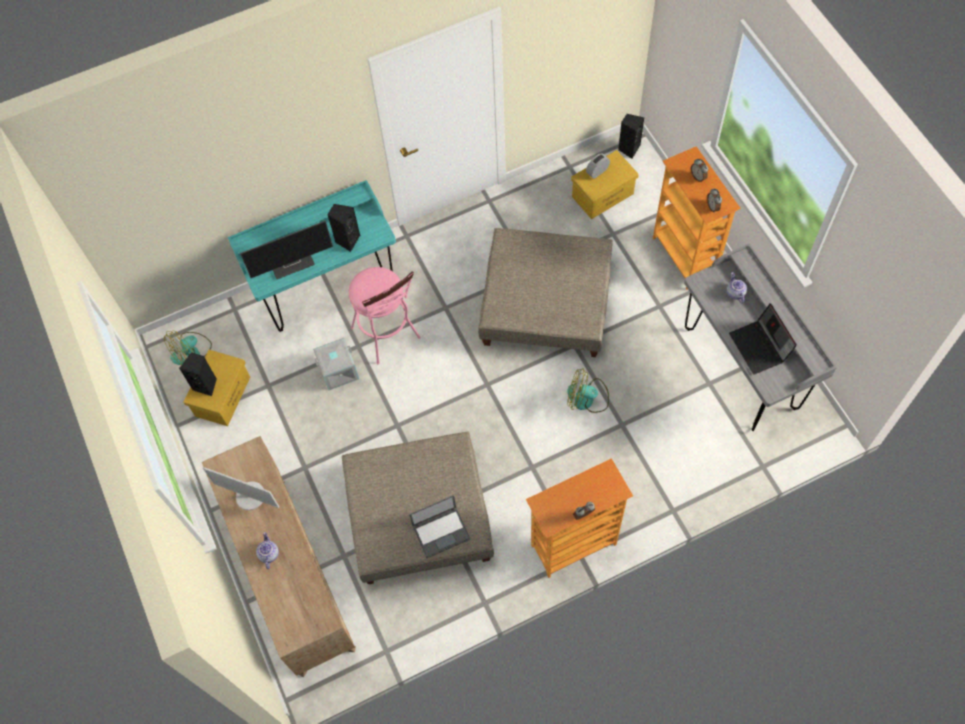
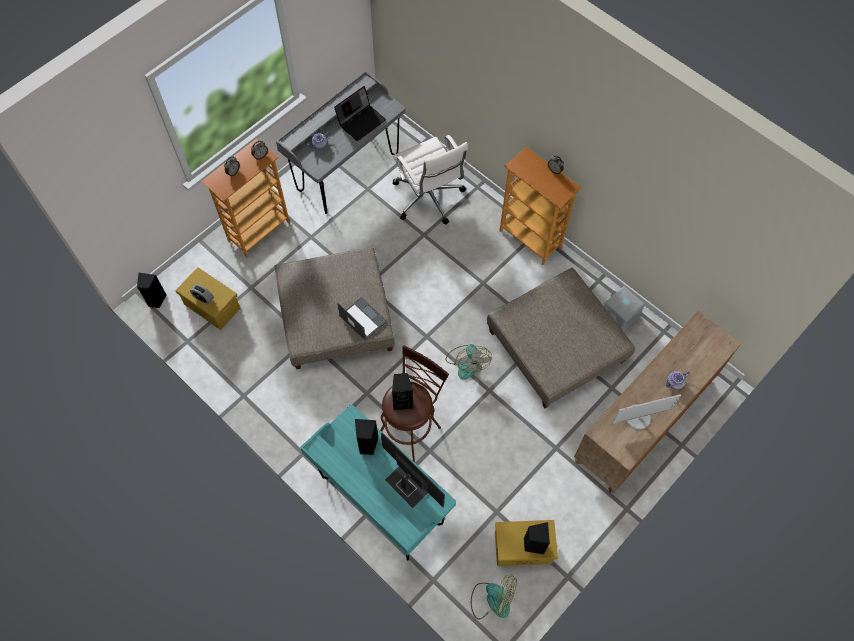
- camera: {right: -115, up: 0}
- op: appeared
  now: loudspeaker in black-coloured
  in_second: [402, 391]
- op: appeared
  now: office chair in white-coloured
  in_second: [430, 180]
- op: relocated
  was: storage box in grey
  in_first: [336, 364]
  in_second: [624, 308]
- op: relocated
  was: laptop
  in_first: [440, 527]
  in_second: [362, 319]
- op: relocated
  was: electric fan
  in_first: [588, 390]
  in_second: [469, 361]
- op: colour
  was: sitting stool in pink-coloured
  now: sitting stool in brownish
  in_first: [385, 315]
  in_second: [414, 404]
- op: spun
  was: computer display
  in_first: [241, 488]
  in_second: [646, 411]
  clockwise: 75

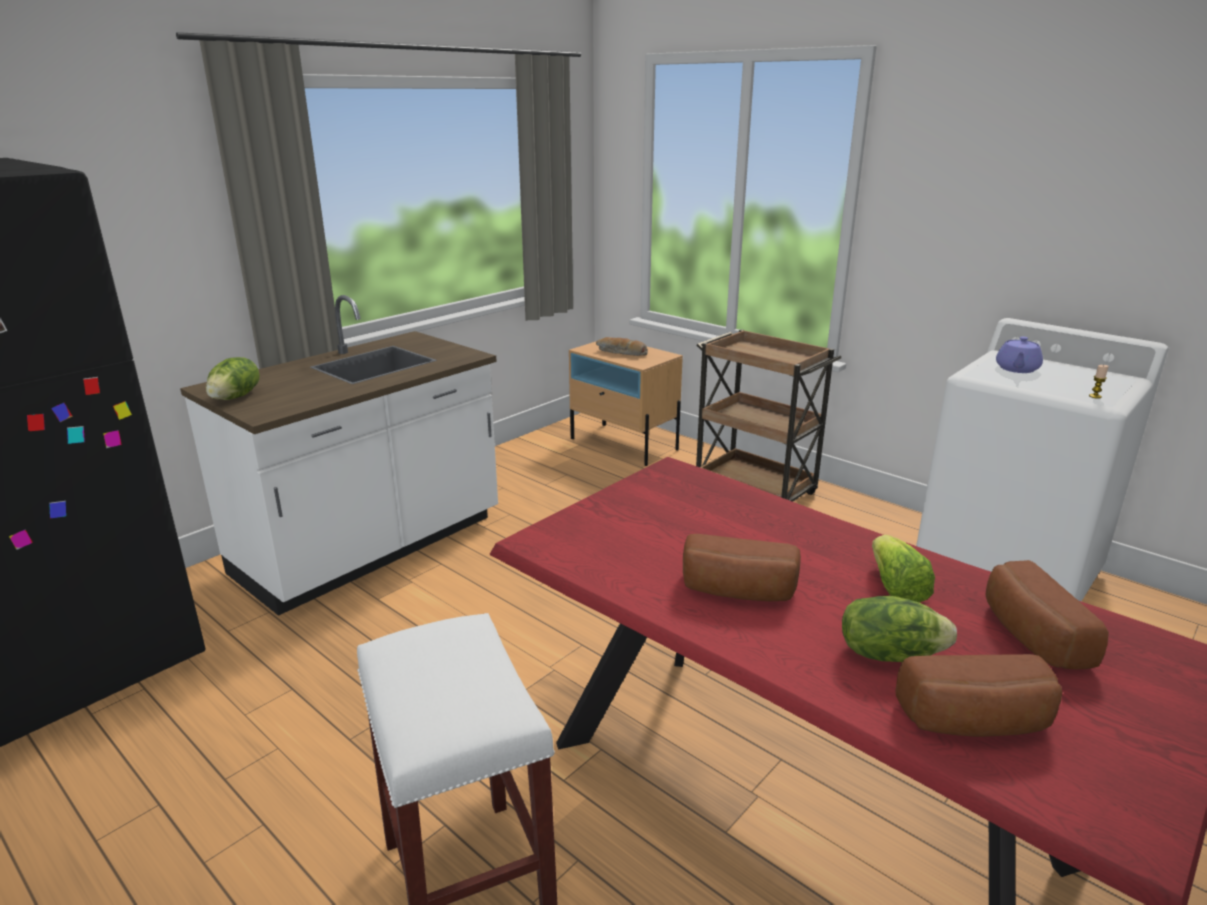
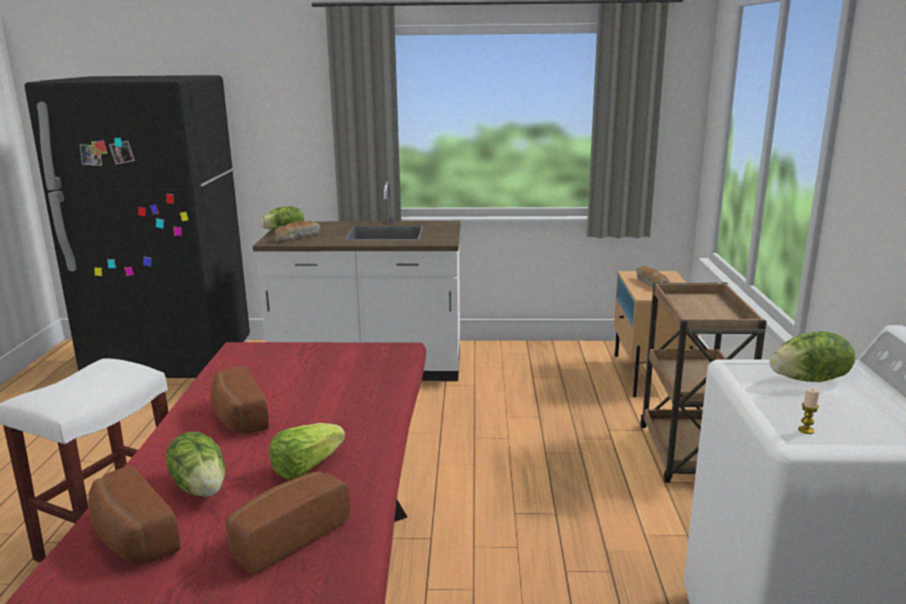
- camera: {right: 50, up: -5}
- op: appeared
  now: bread
  in_second: [297, 232]
- op: exchanged
  was: pot for tea in purple
  now: lettuce head
  in_first: [1019, 355]
  in_second: [812, 356]

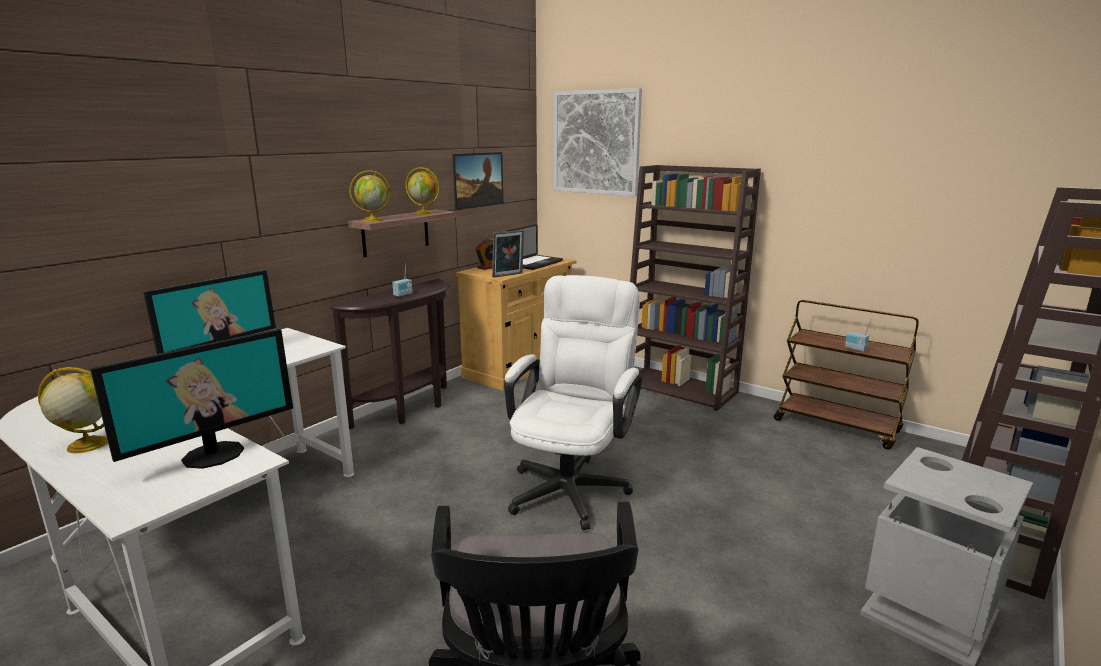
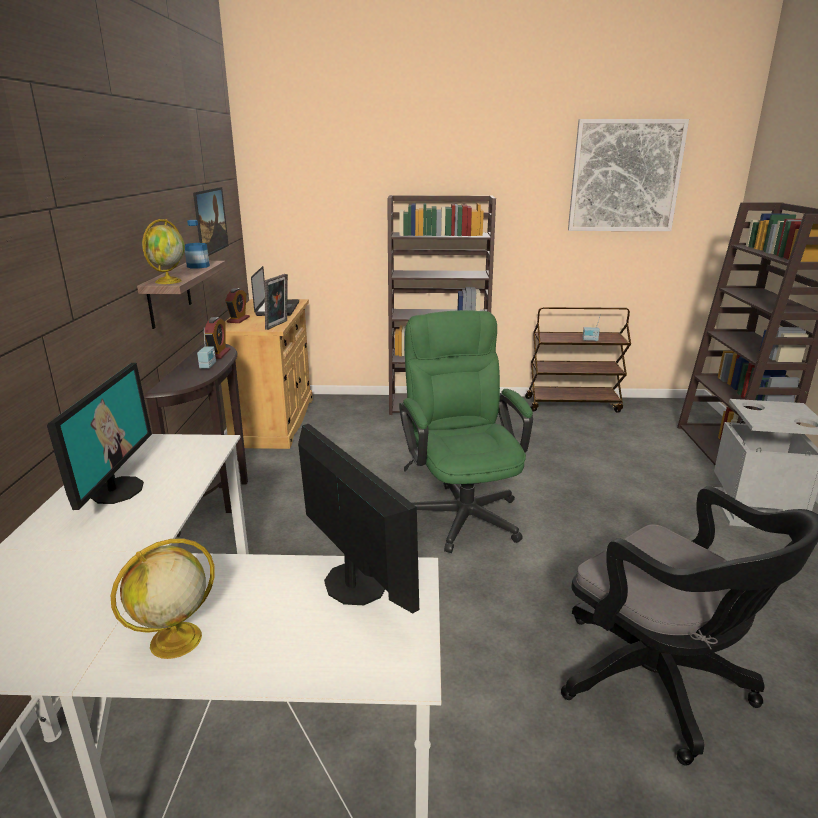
- camera: {right: -35, up: 5}
- op: appeared
  now: table clock
  in_second: [217, 338]
- op: relocated
  was: picture
  in_first: [598, 142]
  in_second: [628, 175]
- op: exchanged
  was: desk globe
  now: bottle
  in_first: [422, 191]
  in_second: [197, 244]
- op: colour
  was: office chair in white-coloured
  now: office chair in greenish
  in_first: [573, 402]
  in_second: [466, 431]
- op: spun
  was: computer display
  in_first: [191, 399]
  in_second: [358, 518]
  clockwise: -45

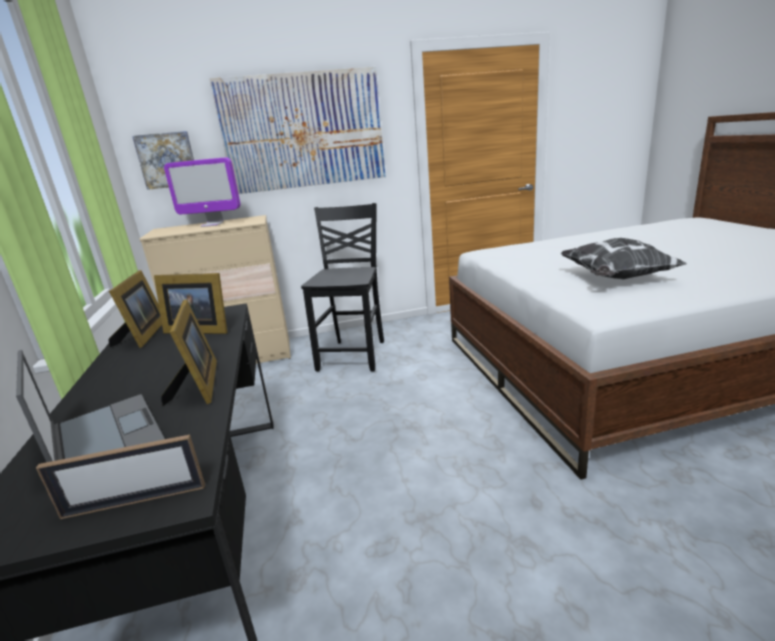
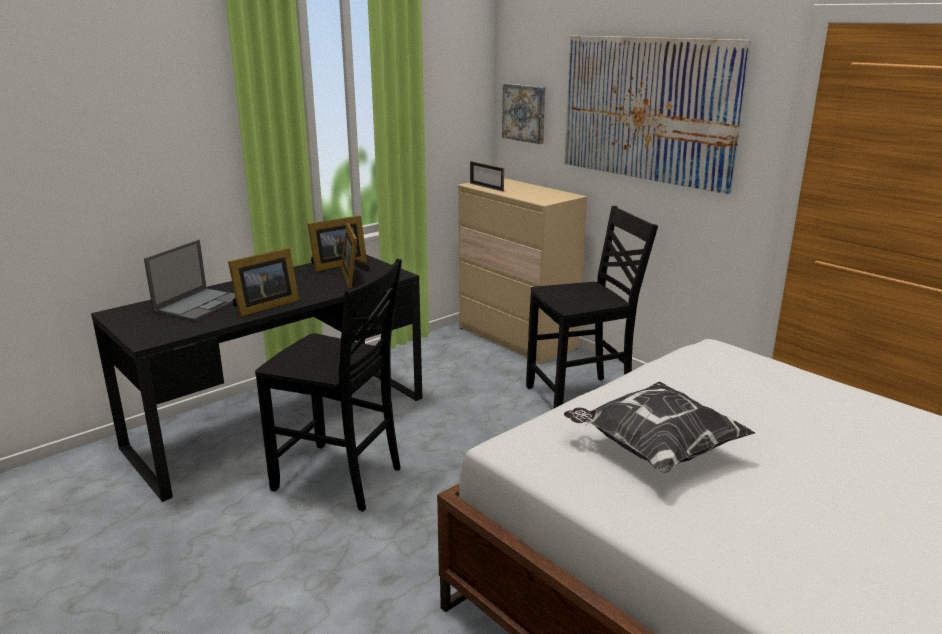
- camera: {right: 60, up: 0}
- op: missing
  was: computer display
  in_first: [202, 192]
- op: appeared
  now: chair in black-coloured
  in_second: [328, 385]
- op: relocated
  was: photo frame
  in_first: [120, 477]
  in_second: [487, 176]

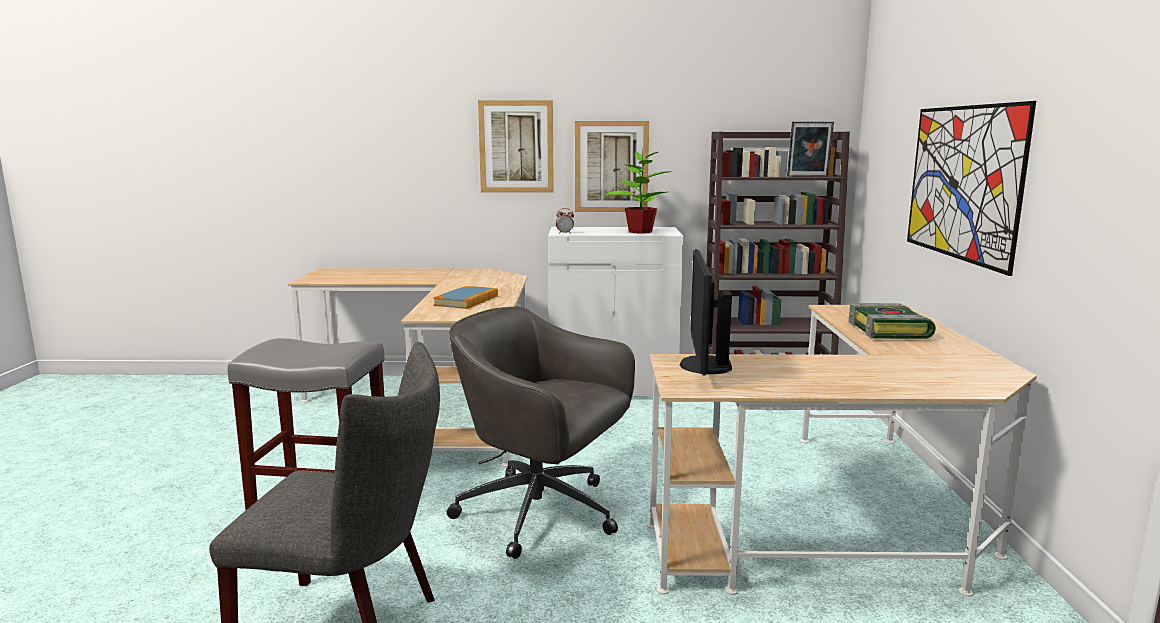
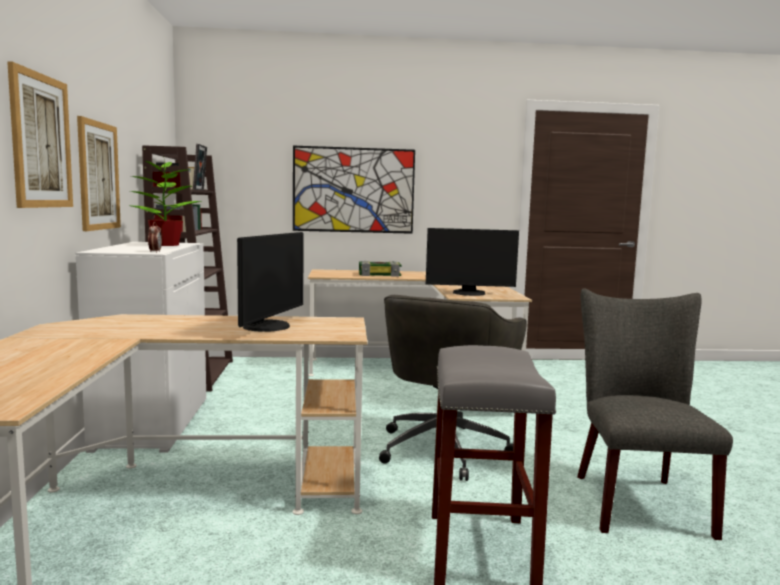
- camera: {right: -95, up: -5}
- op: exchanged
  was: bound book
  now: computer display
  in_first: [465, 297]
  in_second: [270, 282]

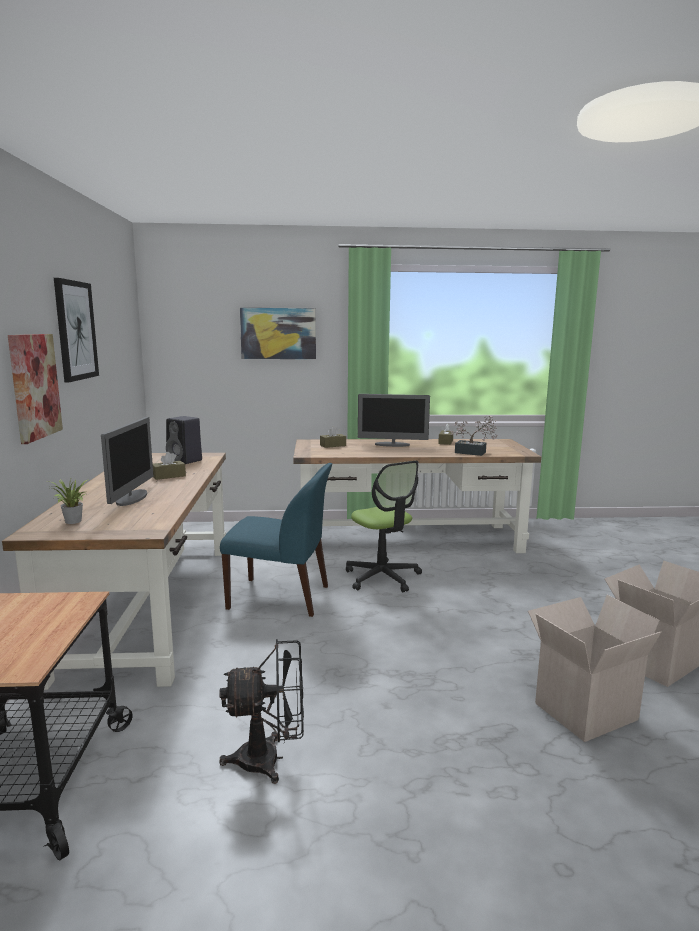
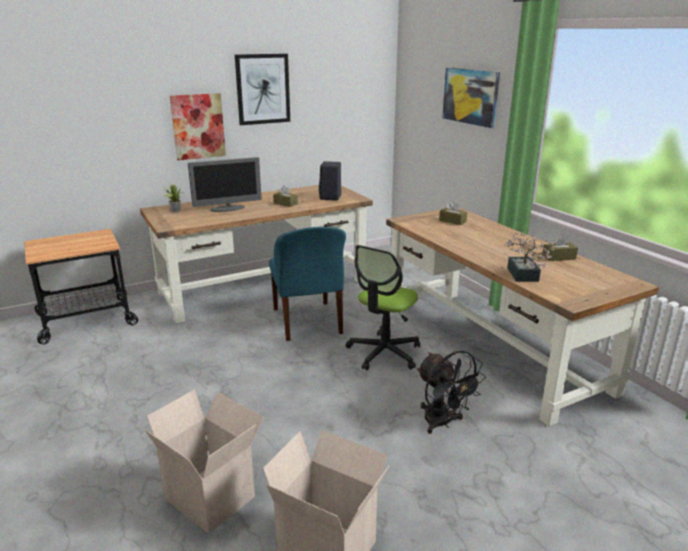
- camera: {right: 65, up: 10}
- op: missing
  was: computer display
  in_first: [394, 420]
- op: relocated
  was: electric fan in black-coloured
  in_first: [261, 711]
  in_second: [451, 392]

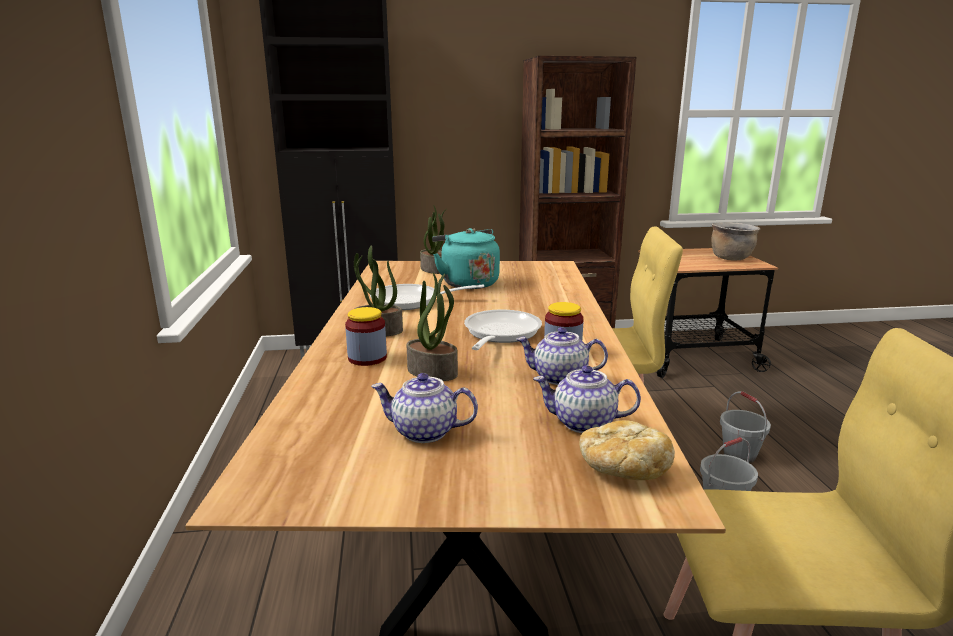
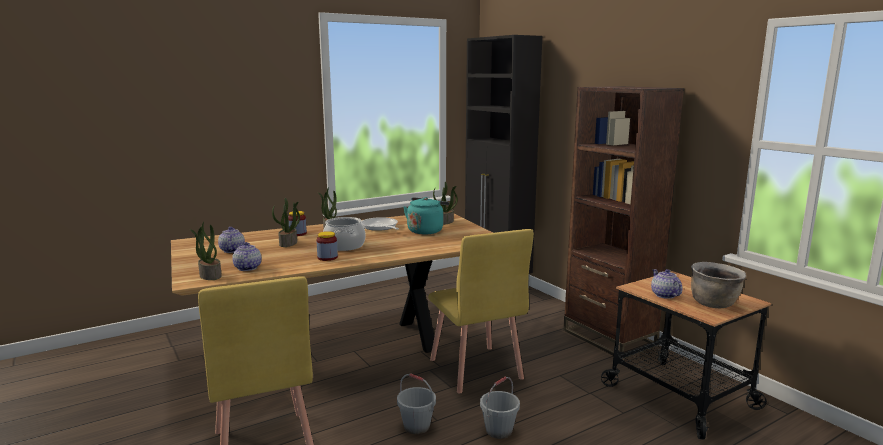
- camera: {right: 65, up: -5}
- op: relocated
  was: pot for tea
  in_first: [562, 356]
  in_second: [666, 284]
- op: exchanged
  was: pan
  now: cooking pot
  in_first: [503, 330]
  in_second: [344, 234]
- op: exchanged
  was: bread
  now: potted plant
  in_first: [627, 450]
  in_second: [206, 251]

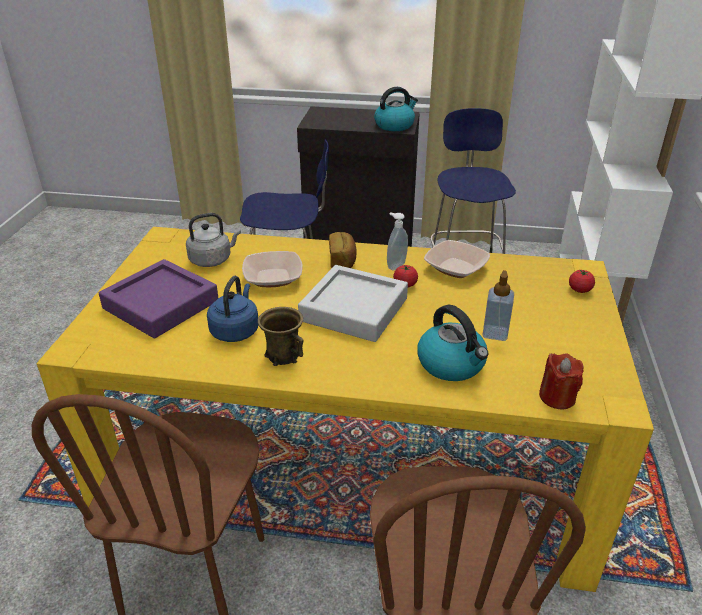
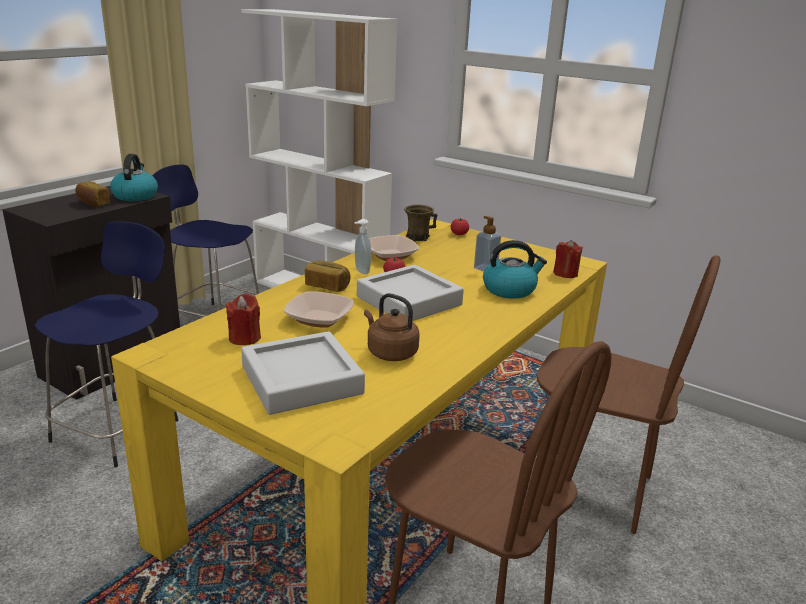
- camera: {right: -65, up: -10}
- op: appeared
  now: bread
  in_second: [92, 194]
- op: relocated
  was: tea mug in brownish
  in_first: [280, 336]
  in_second: [421, 223]
- op: exchanged
  was: water kettle in grey
  now: wax candle in red
  in_first: [213, 240]
  in_second: [243, 319]
- op: colour
  was: tray in purple
  now: tray in grey
  in_first: [158, 299]
  in_second: [303, 373]
- op: colour
  was: water kettle in blue-coloured
  now: water kettle in brownish
  in_first: [232, 309]
  in_second: [392, 327]

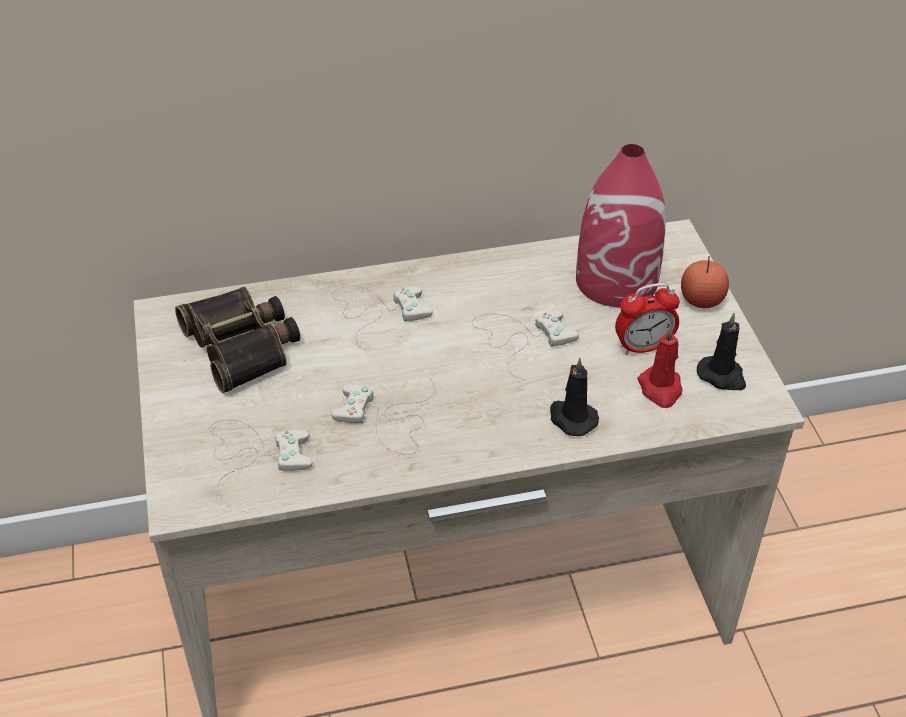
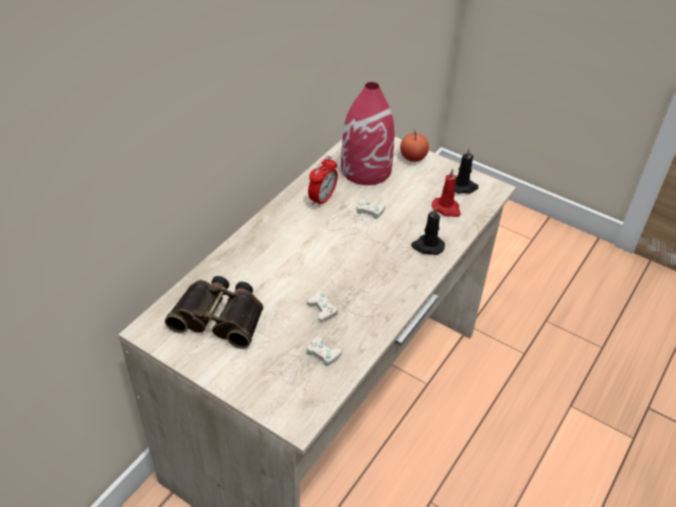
- camera: {right: -45, up: 0}
- op: missing
  was: gamepad in white-coloured
  in_first: [382, 318]
- op: relocated
  was: table clock
  in_first: [647, 319]
  in_second: [323, 181]

